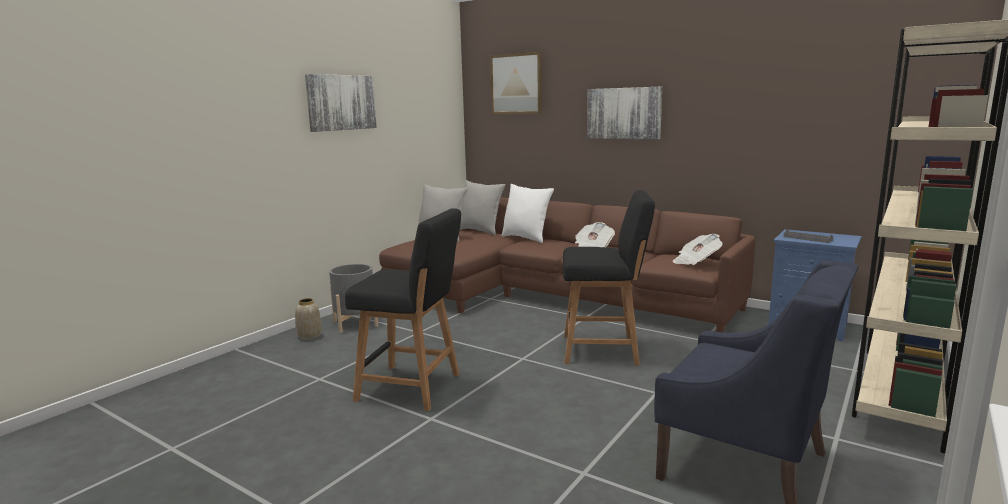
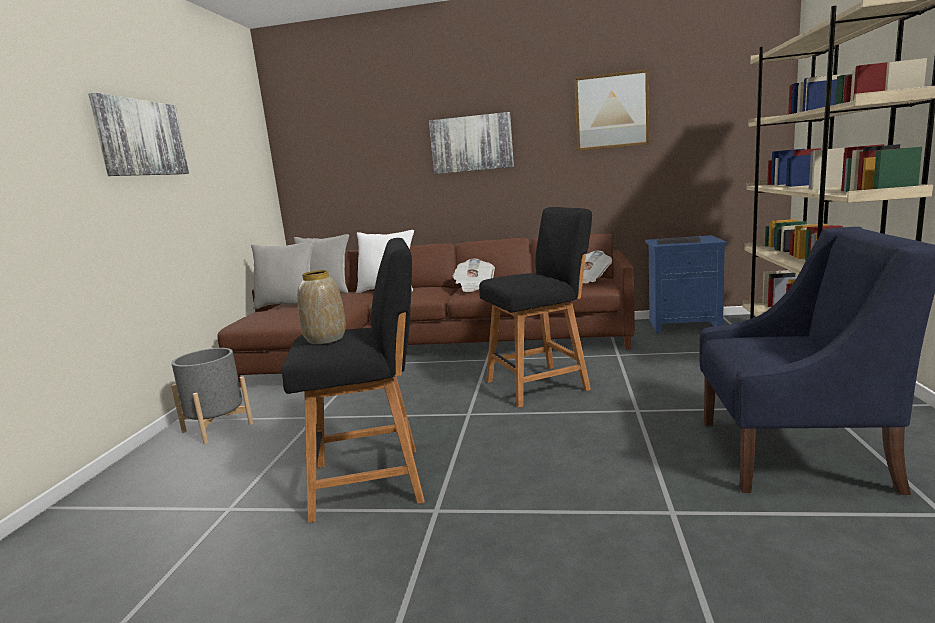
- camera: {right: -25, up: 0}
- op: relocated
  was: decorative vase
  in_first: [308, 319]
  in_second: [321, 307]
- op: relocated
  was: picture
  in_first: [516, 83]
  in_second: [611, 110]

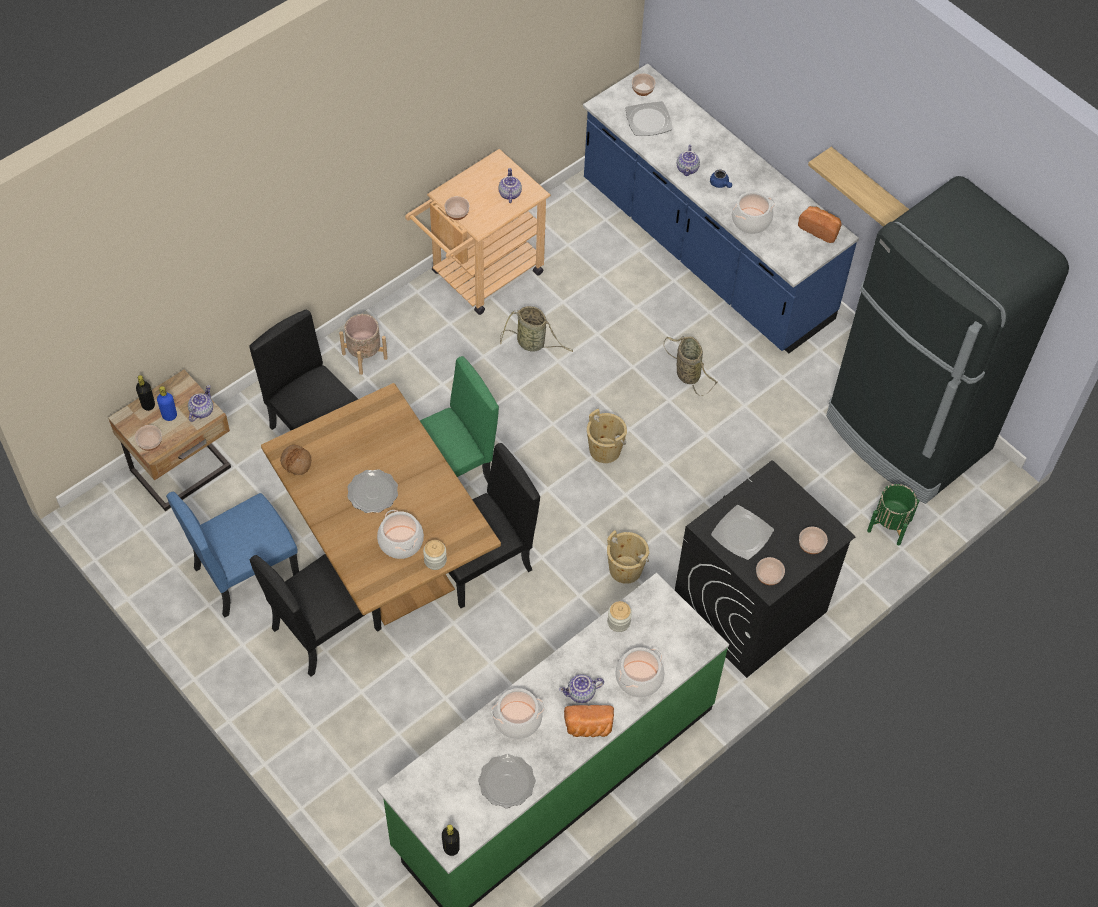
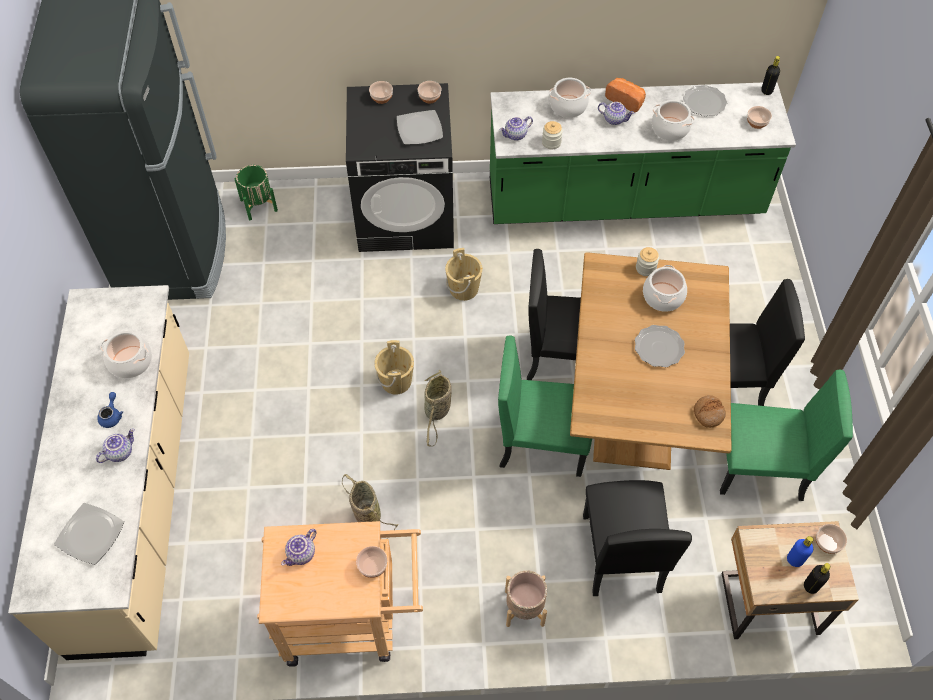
- camera: {right: -140, up: 0}
- op: missing
  was: bread
  in_first: [820, 224]
- op: missing
  was: bracket shelf
  in_first: [858, 187]
- op: relocated
  was: pot for tea
  in_first: [200, 403]
  in_second: [516, 128]
- op: relocated
  was: bowl
  in_first: [644, 84]
  in_second: [759, 117]
- op: relocated
  was: basket
  in_first: [691, 366]
  in_second: [438, 408]
- op: colour
  was: chair in blue-coloured
  now: chair in greenish
  in_first: [232, 555]
  in_second: [786, 435]
- op: colour
  was: kitchen base unit in blue-coloured
  now: kitchen base unit in beige
  in_first: [721, 208]
  in_second: [98, 472]

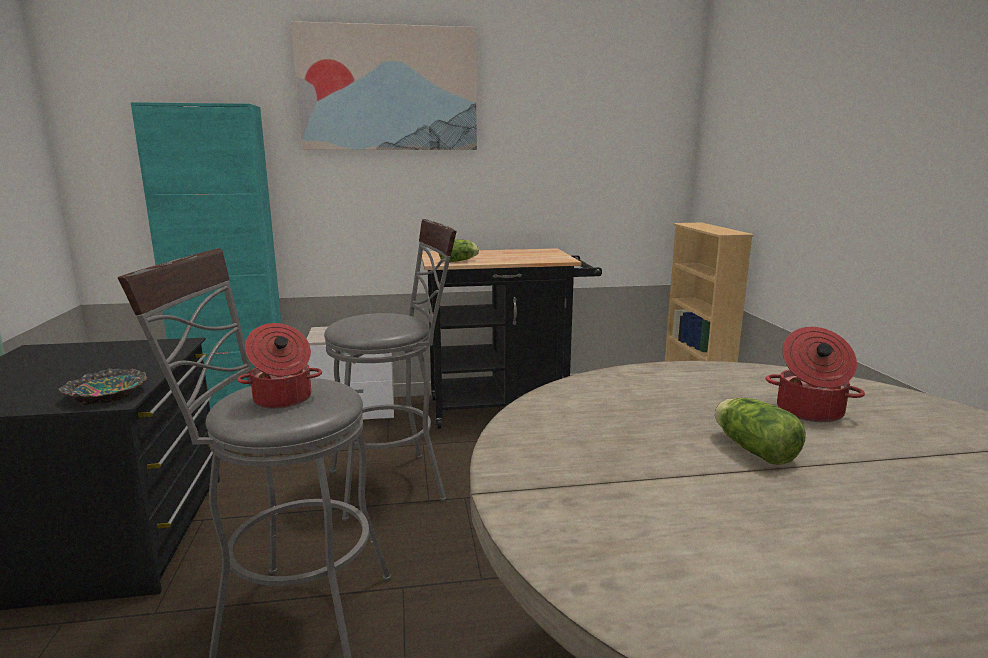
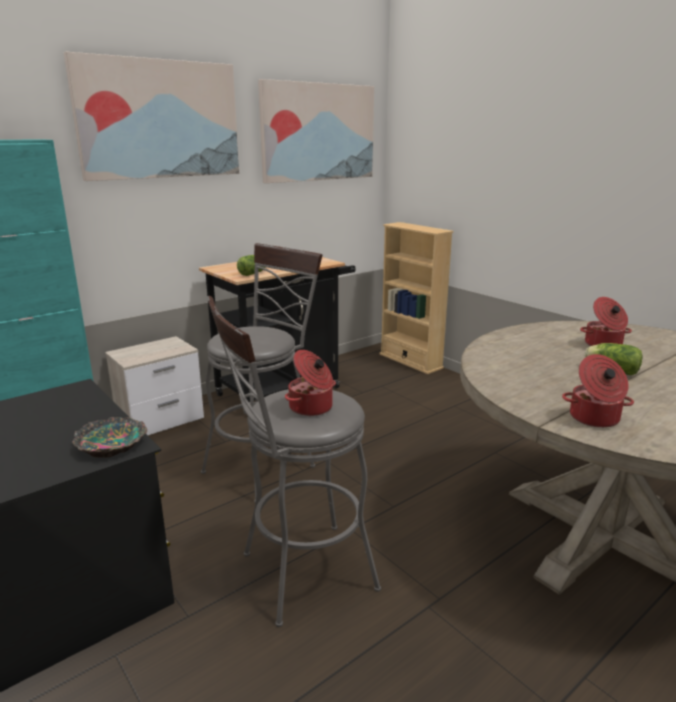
- camera: {right: -30, up: 5}
- op: appeared
  now: picture
  in_second: [316, 131]
- op: appeared
  now: cooking pot
  in_second: [598, 391]

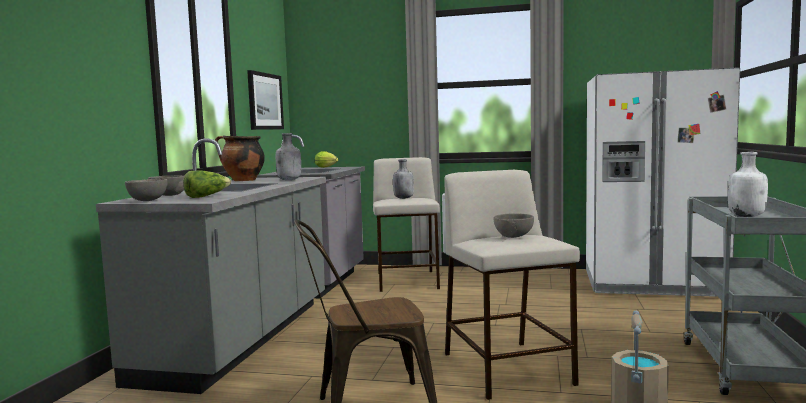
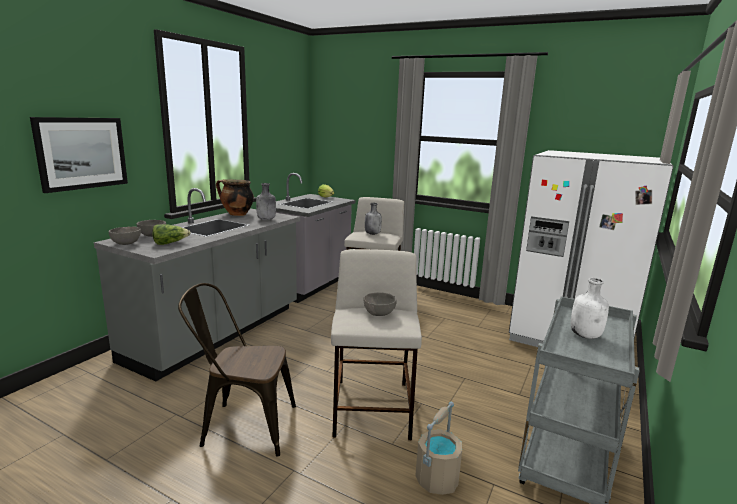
- camera: {right: 15, up: 10}
- op: relocated
  was: picture
  in_first: [265, 100]
  in_second: [79, 155]

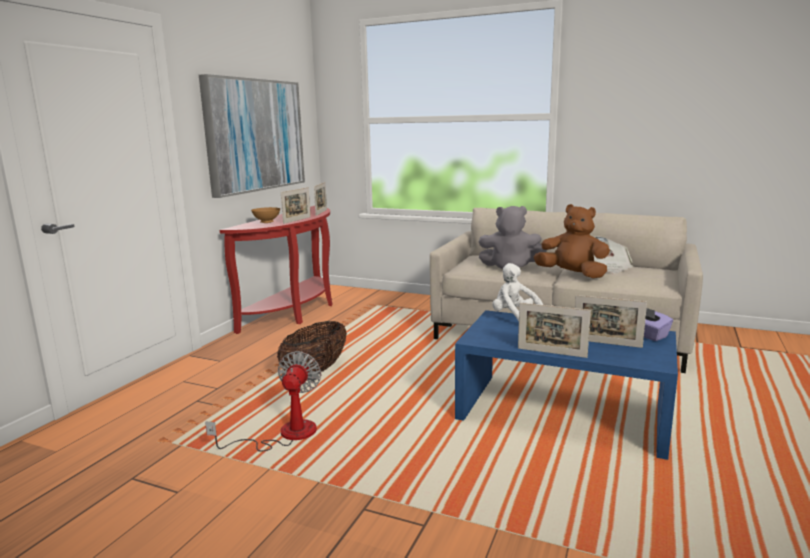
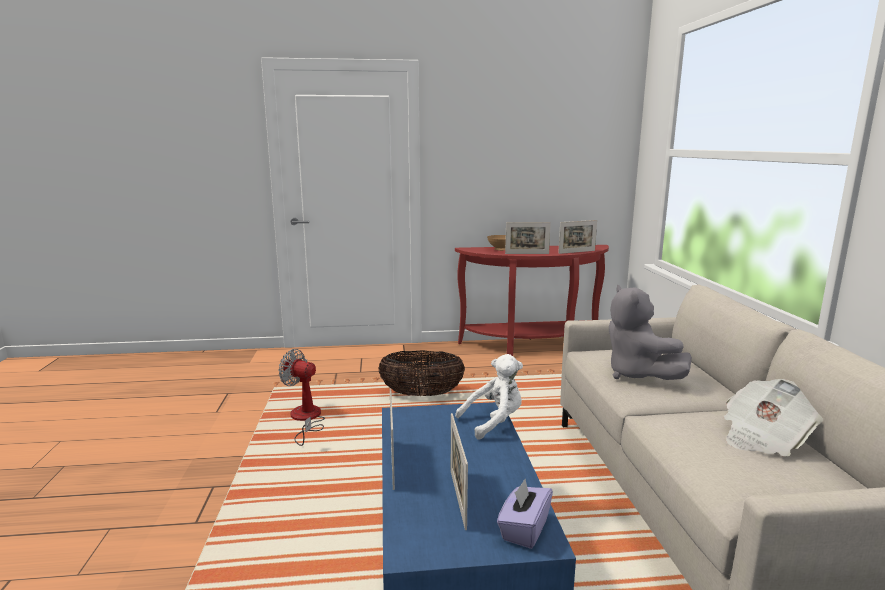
- camera: {right: 60, up: 0}
- op: missing
  was: picture
  in_first: [252, 136]
- op: missing
  was: cuddly toy in brownish
  in_first: [572, 241]
- op: spun
  was: electric fan
  in_first: [263, 401]
  in_second: [301, 397]
  clockwise: -135
- op: spun
  was: cuddly toy in white-coloured
  in_first: [517, 292]
  in_second: [489, 397]
  clockwise: 45

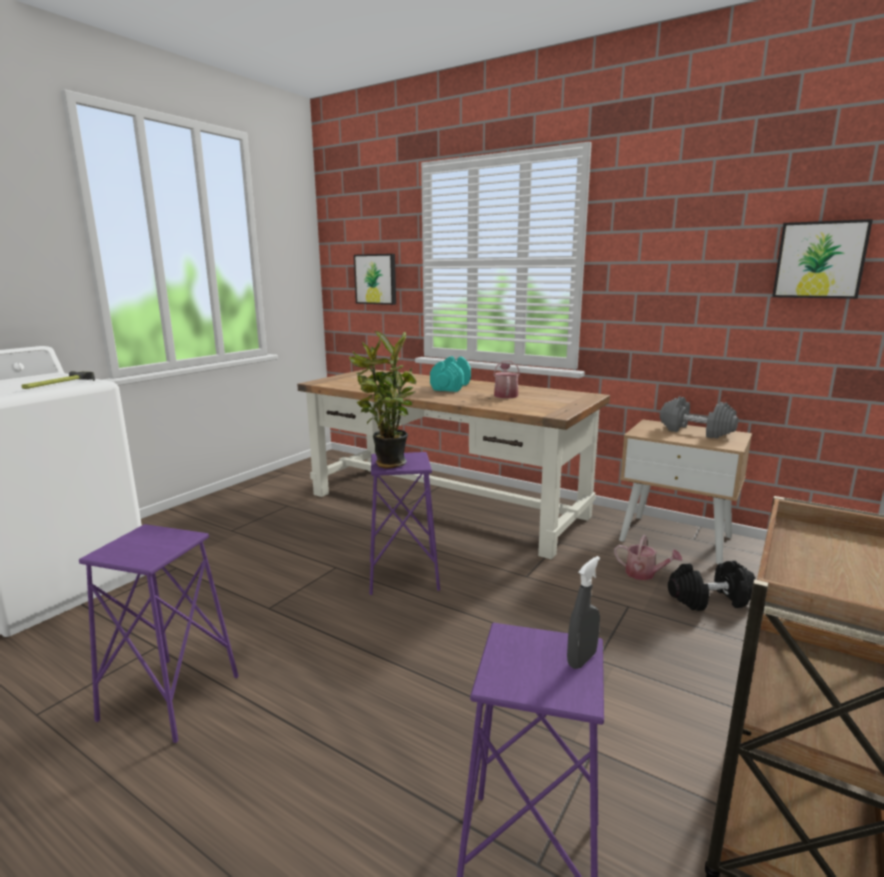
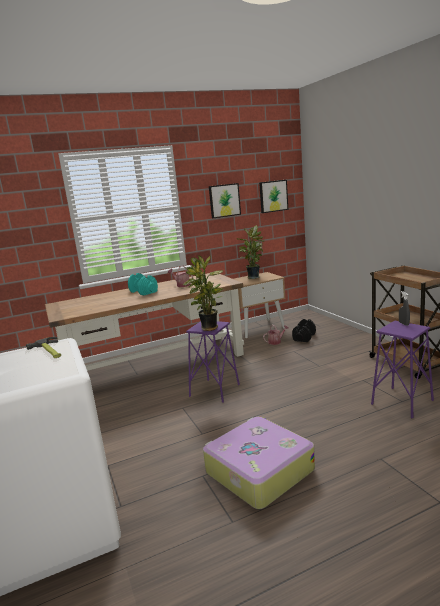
- camera: {right: -55, up: 0}
- op: relocated
  was: picture
  in_first: [375, 279]
  in_second: [225, 200]
- op: exchanged
  was: sitting stool in purple
  now: piece of luggage
  in_first: [159, 633]
  in_second: [259, 463]
- op: exchanged
  was: dumbbell in grey
  now: potted plant
  in_first: [699, 417]
  in_second: [250, 252]

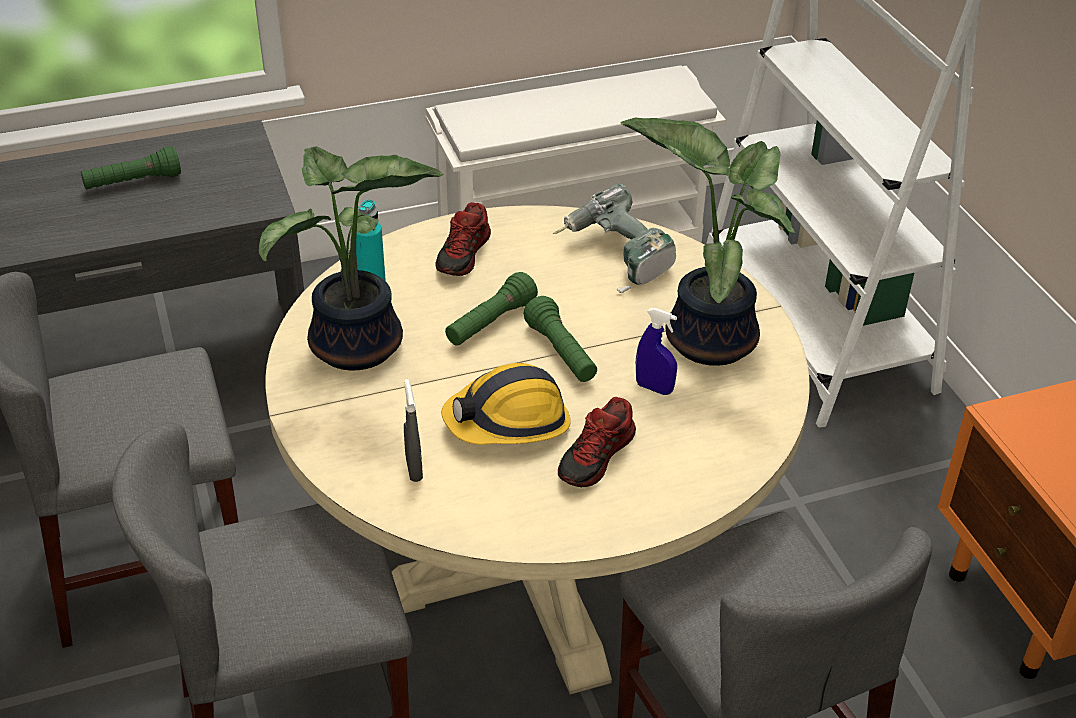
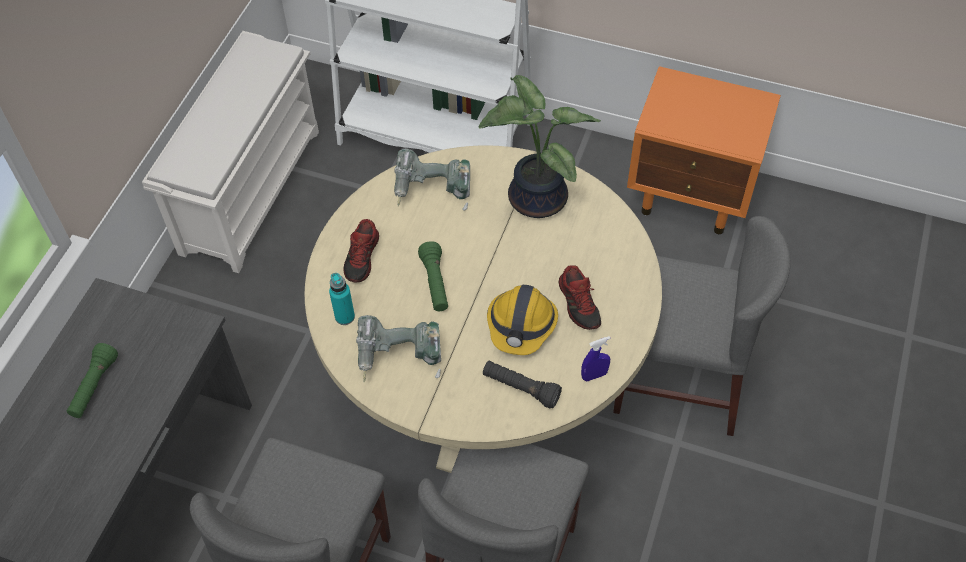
- camera: {right: -50, up: 15}
- op: missing
  was: flashlight in greenish
  in_first: [560, 339]
- op: relocated
  was: hand sprayer in blue-coloured
  in_first: [656, 351]
  in_second: [595, 358]
- op: exchanged
  was: potted plant
  now: power drill
  in_first: [351, 258]
  in_second: [398, 348]
- op: exchanged
  was: hand sprayer in grey
  now: flashlight in black-coloured
  in_first: [413, 430]
  in_second: [522, 385]
- op: spun
  was: item of footwear
  in_first: [463, 239]
  in_second: [361, 250]
  clockwise: 45

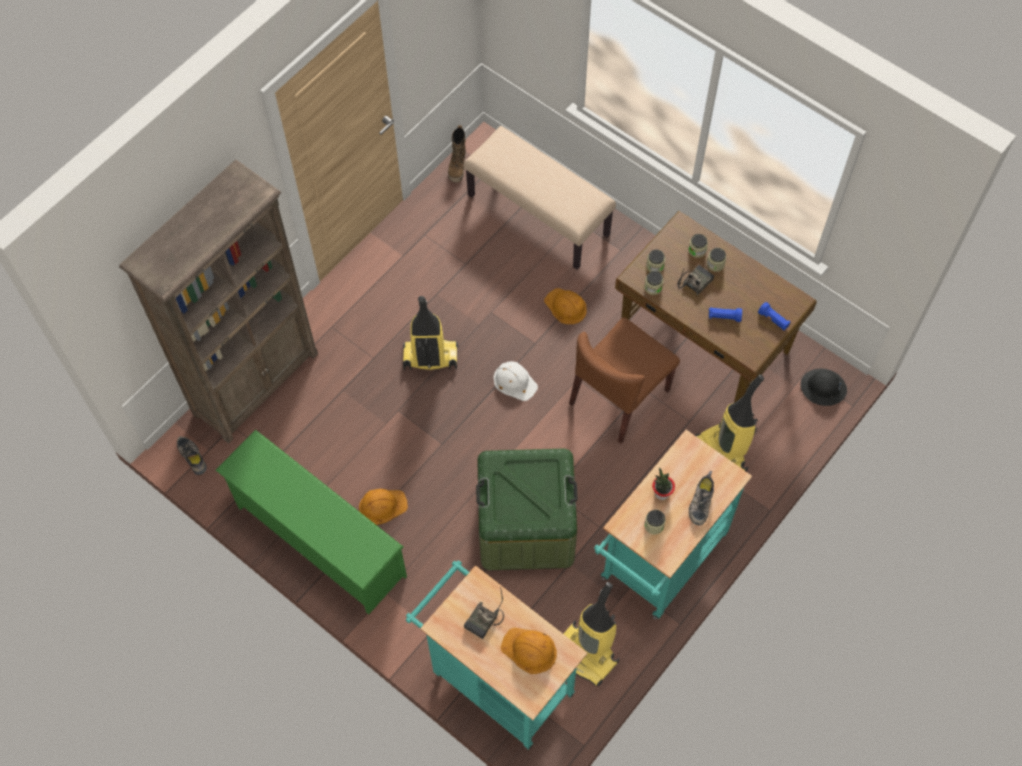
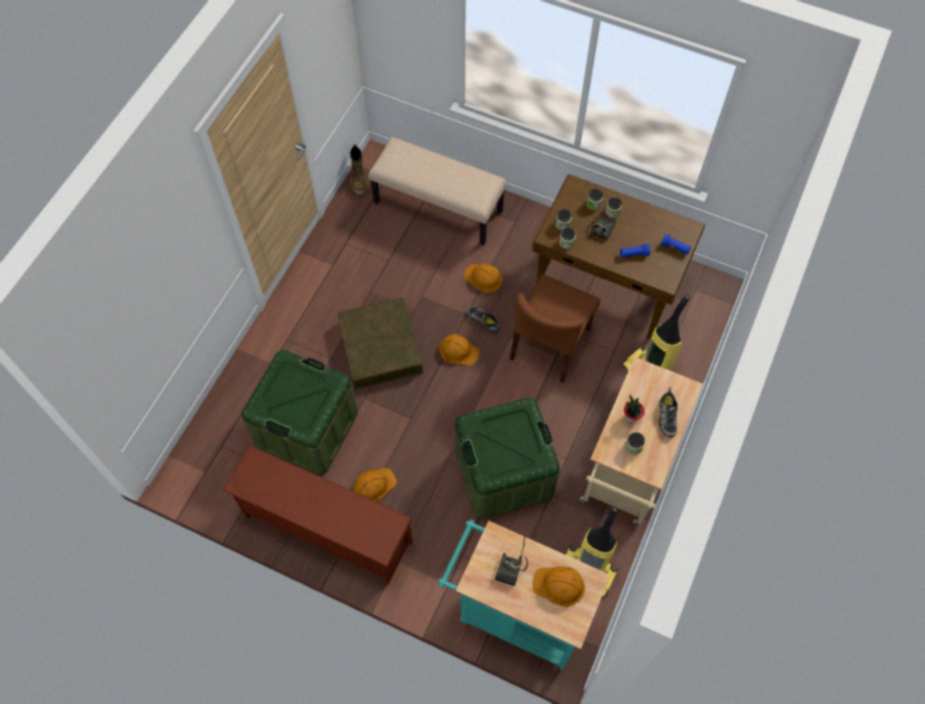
- camera: {right: -15, up: 0}
- op: missing
  was: bookcase in brownish
  in_first: [218, 302]
- op: missing
  was: work helmet in black-coloured
  in_first: [824, 387]
- op: appeared
  now: storage box in greenish
  in_second: [300, 412]
- op: relocated
  was: item of footwear
  in_first: [192, 455]
  in_second: [483, 319]
- op: exchanged
  was: hoover
  now: storage box in brownish
  in_first: [430, 333]
  in_second: [380, 343]
- op: colour
  was: shoe rack in greenish
  now: shoe rack in brownish
  in_first: [311, 522]
  in_second: [318, 515]
- op: colour
  was: work helmet in white-coloured
  now: work helmet in orangey
  in_first: [516, 381]
  in_second: [459, 350]
- op: colour
  was: cart in blue-green
  now: cart in beige
  in_first: [673, 525]
  in_second: [641, 442]

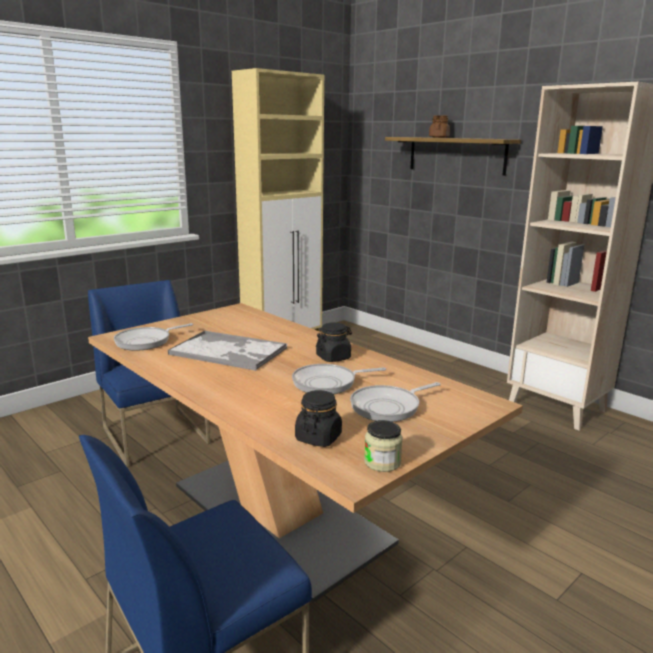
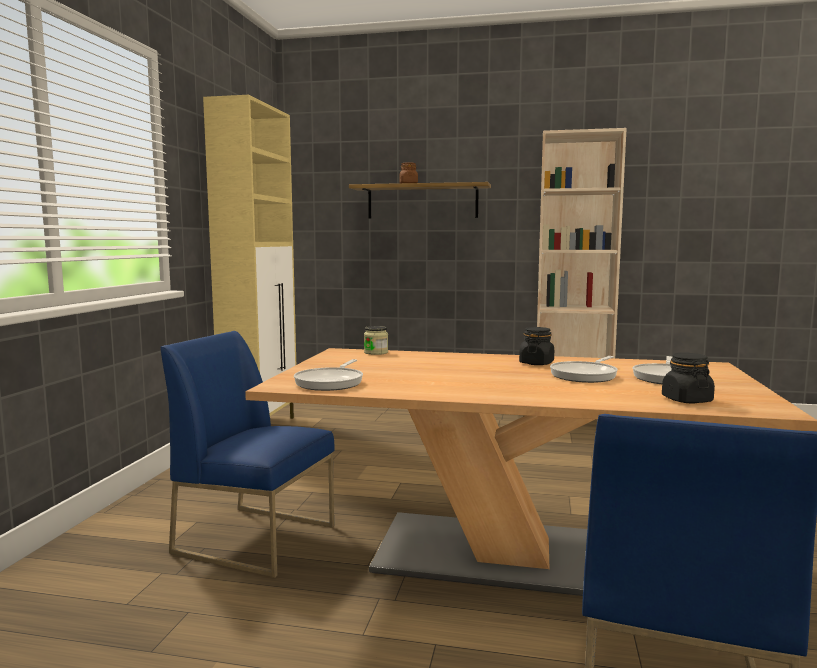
- camera: {right: -35, up: -10}
- op: missing
  was: tray
  in_first: [227, 351]
- op: relocated
  was: jar
  in_first: [383, 446]
  in_second: [376, 340]

